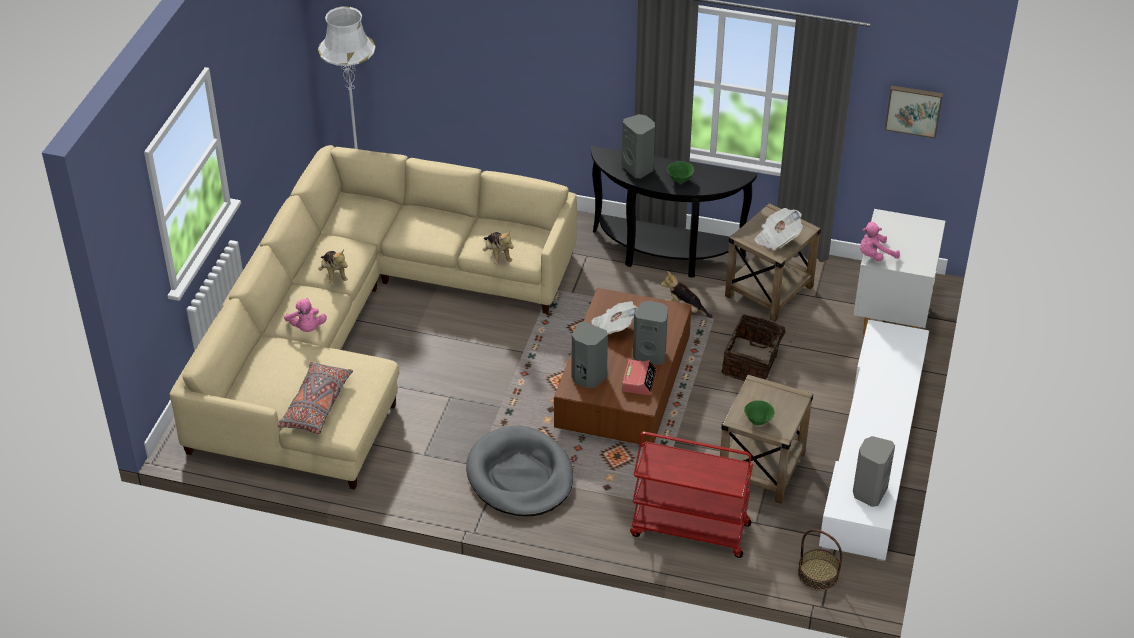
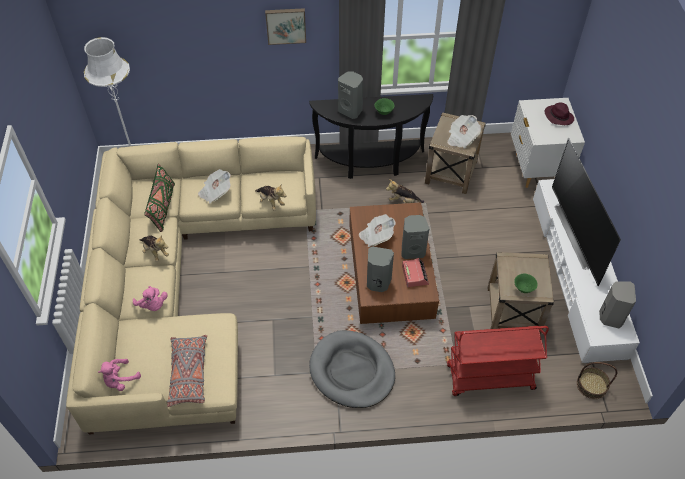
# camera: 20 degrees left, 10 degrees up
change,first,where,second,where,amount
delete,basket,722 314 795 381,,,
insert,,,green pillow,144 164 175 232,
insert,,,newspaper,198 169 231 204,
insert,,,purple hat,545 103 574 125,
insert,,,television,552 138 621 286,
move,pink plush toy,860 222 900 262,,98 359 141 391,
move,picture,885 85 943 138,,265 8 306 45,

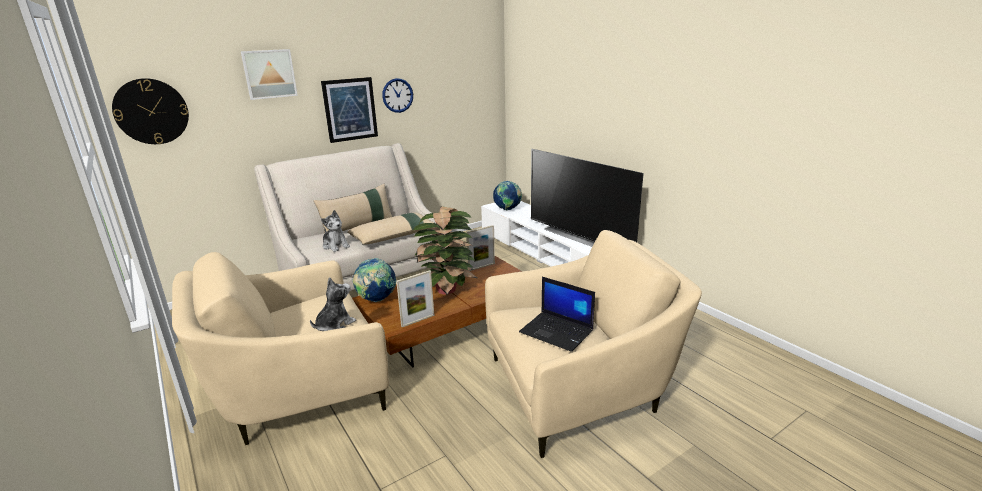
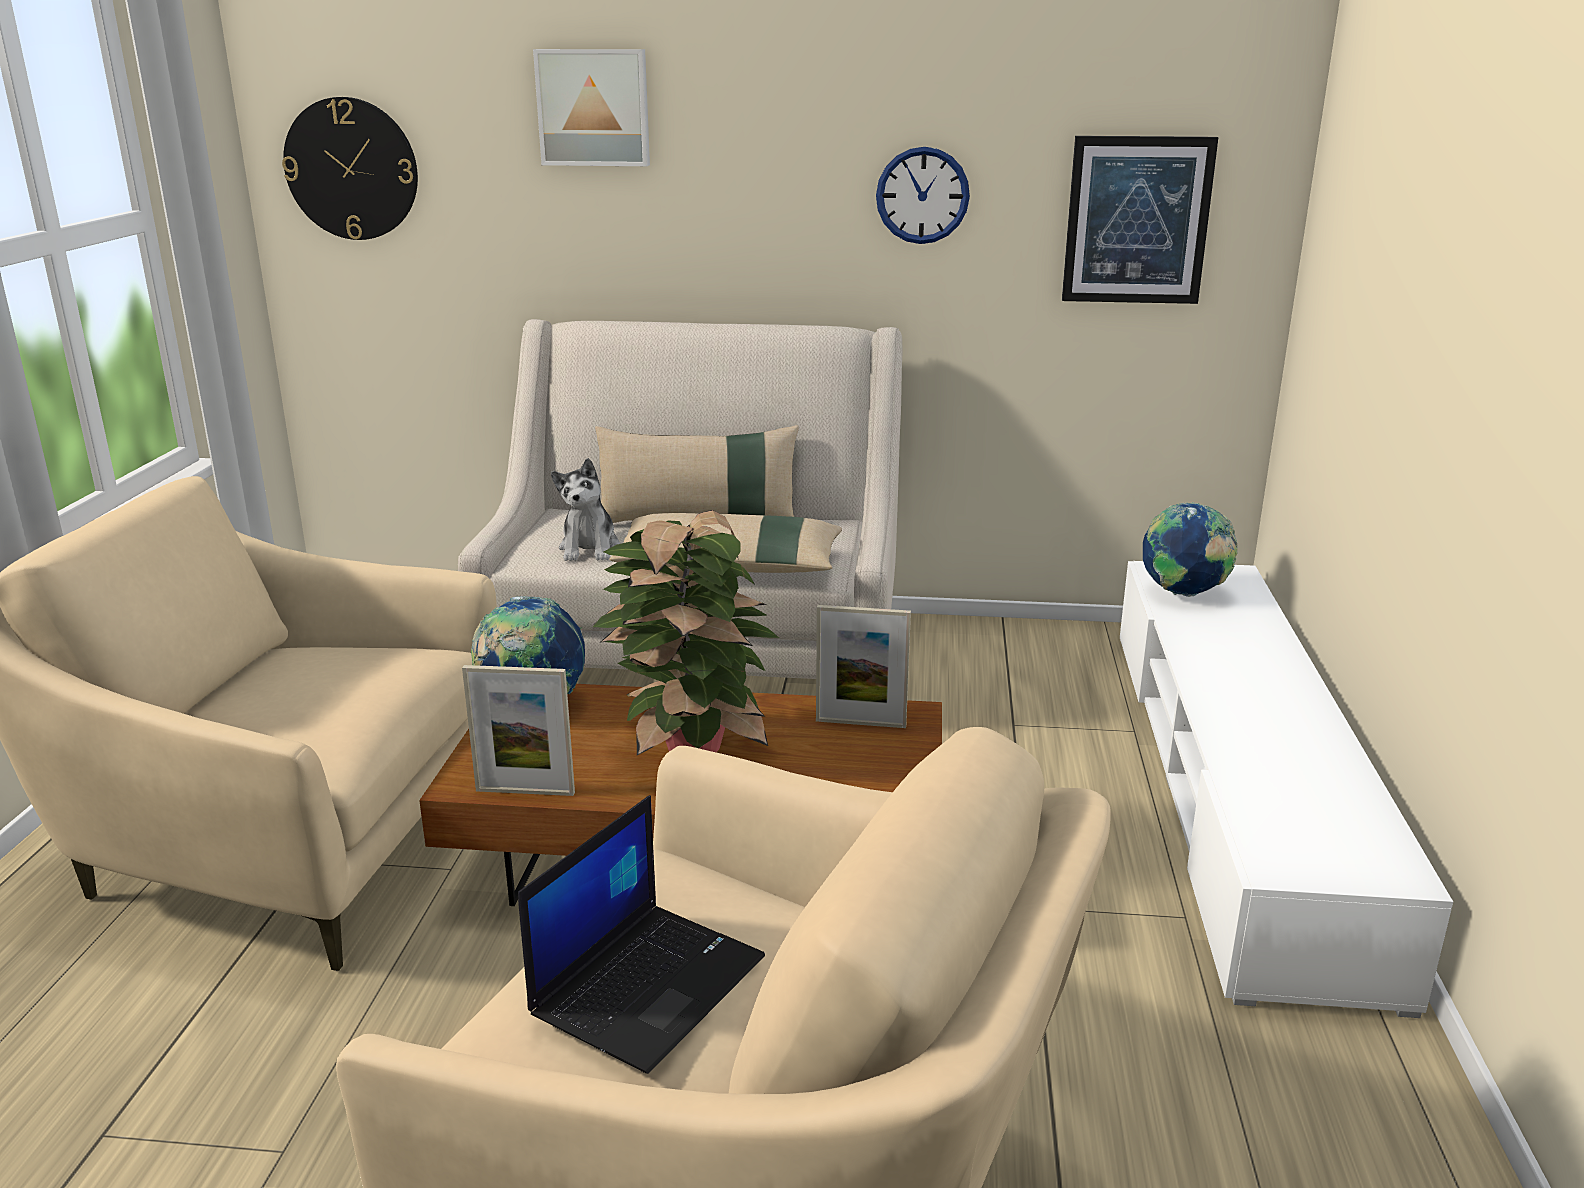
# camera: 40 degrees right, 0 degrees up
change,first,where,second,where,amount
delete,plush toy,310 277 356 331,,,
delete,television,531 149 644 247,,,
move,picture,321 77 378 143,,1062 136 1219 304,
rotate,laptop,519 277 595 352,,518 795 765 1074,135 degrees counterclockwise

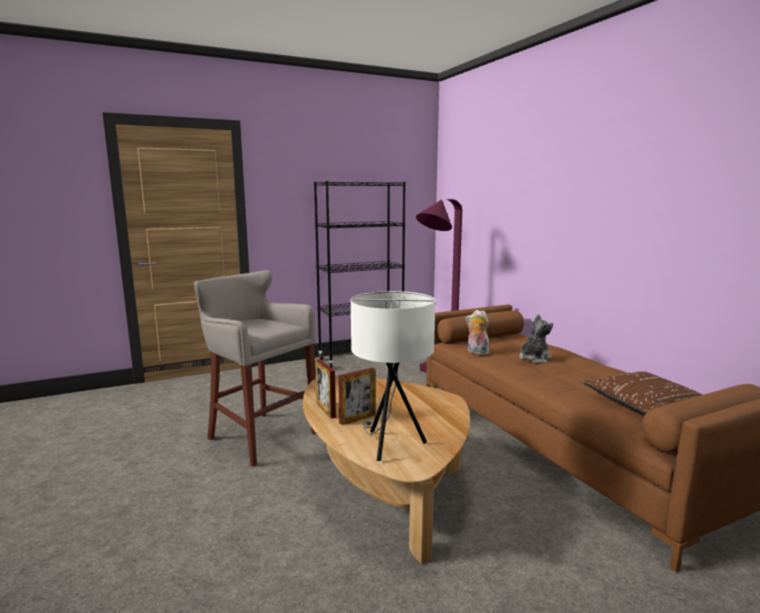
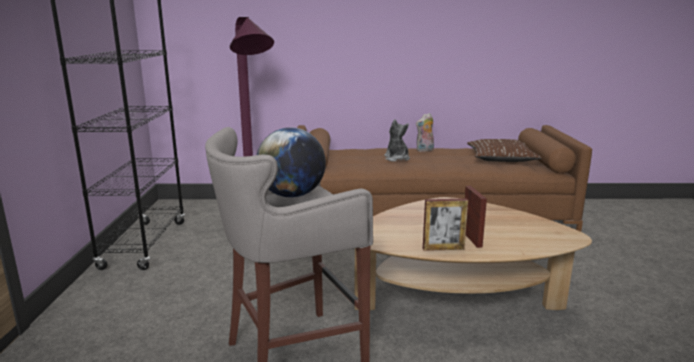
# camera: 65 degrees left, 5 degrees up
change,first,where,second,where,amount
delete,white table lamp,351 291 435 461,,,
insert,,,globe,257 127 326 198,
move,plush toy,466 310 490 355,,416 113 434 152,

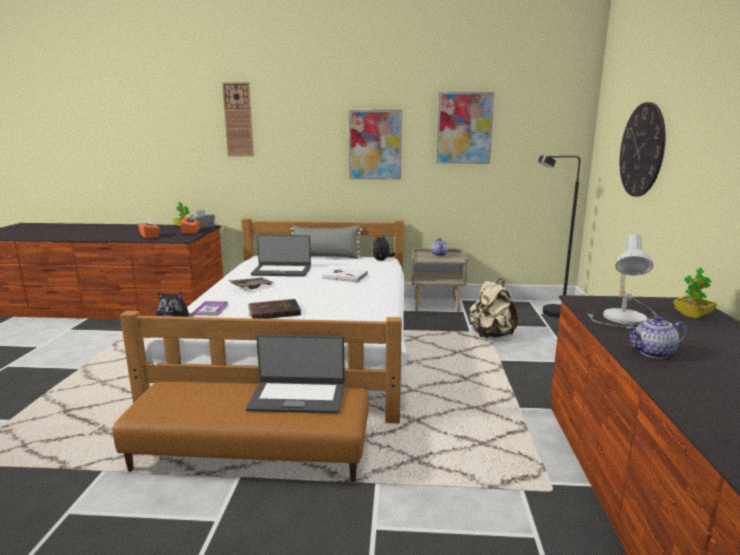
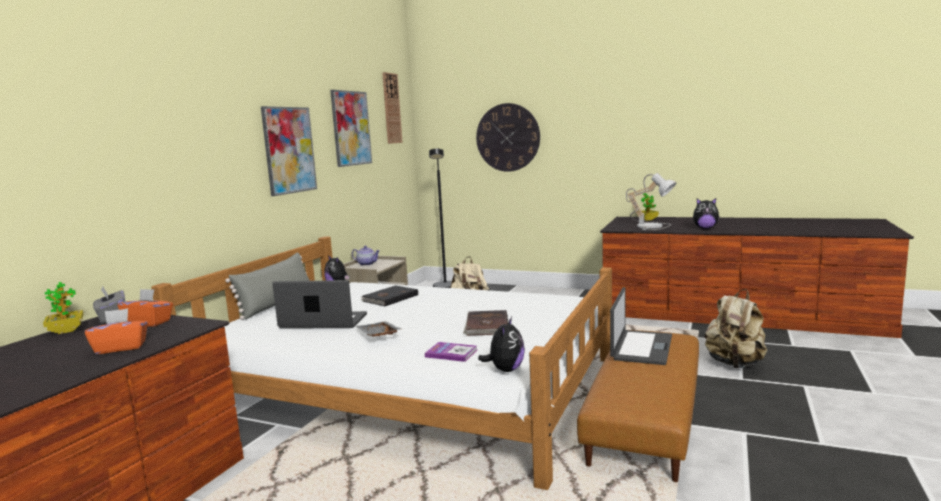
# camera: 70 degrees left, 5 degrees down
change,first,where,second,where,amount
insert,,,beige backpack,705 289 767 368,
move,wall clock,222 82 254 156,,382 72 402 144,
replace,teapot,626 316 687 359,plush toy,693 198 720 229,
recolor,white book,322 267 368 282,black book,360 285 418 306,
rotate,laptop,251 235 311 276,,272 280 367 329,105 degrees counterclockwise

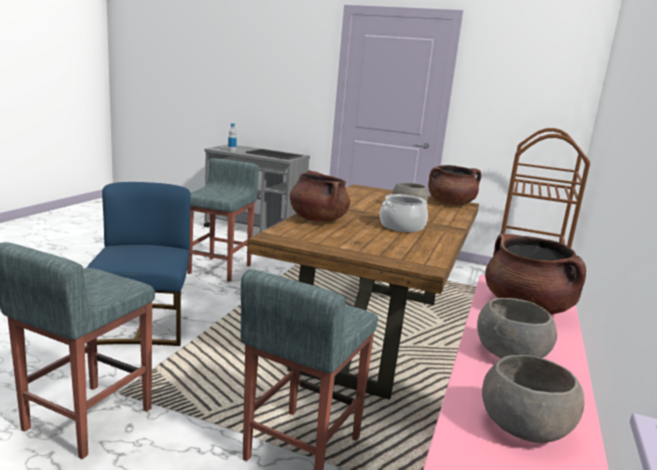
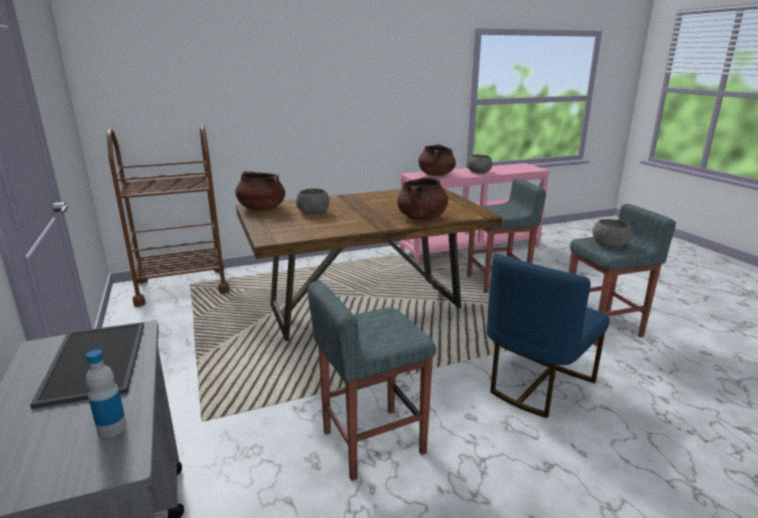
# camera: 130 degrees left, 5 degrees up
change,first,where,second,where,amount
delete,cooking pot,380 194 428 232,,,
move,grey bowl,482 355 584 443,,593 219 632 248,

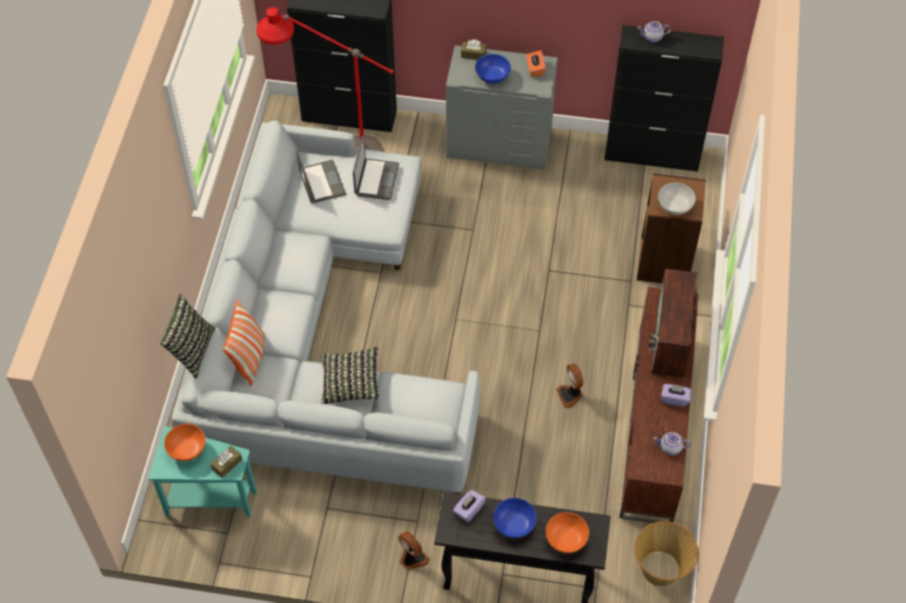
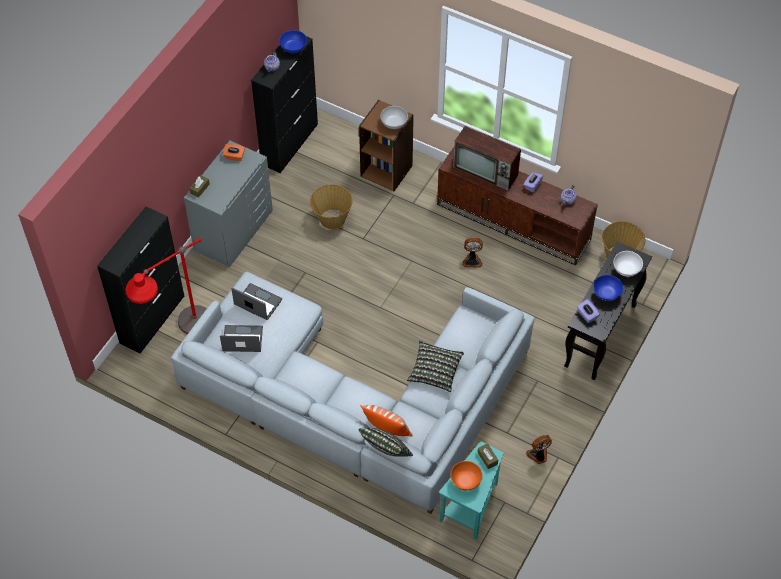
# camera: 70 degrees left, 0 degrees up
change,first,where,second,where,amount
insert,,,basket,310 185 353 229,
move,fan,399 531 430 570,,526 435 552 464,
move,blue bowl,475 54 511 84,,279 30 307 53,
recolor,orange bowl,545 512 589 553,white bowl,613 251 643 277,

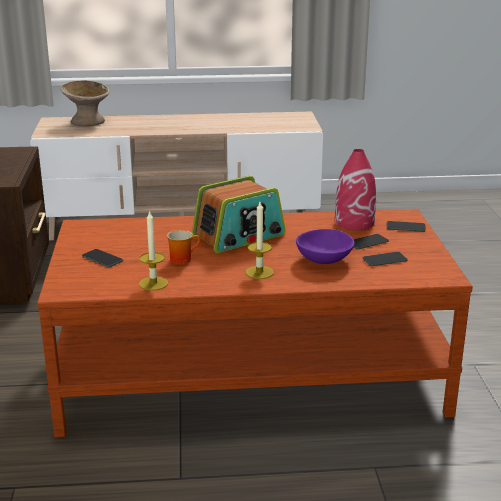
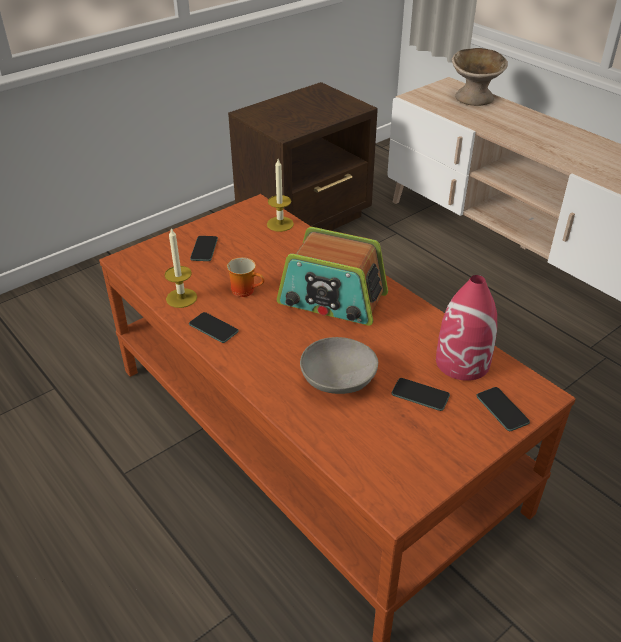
# camera: 55 degrees right, 15 degrees up
change,first,where,second,where,amount
move,candle,245 202 274 279,,267 159 294 232,
move,phone,363 252 408 266,,189 312 239 343,
recolor,purple bowl,296 229 355 264,grey bowl,300 337 378 394,

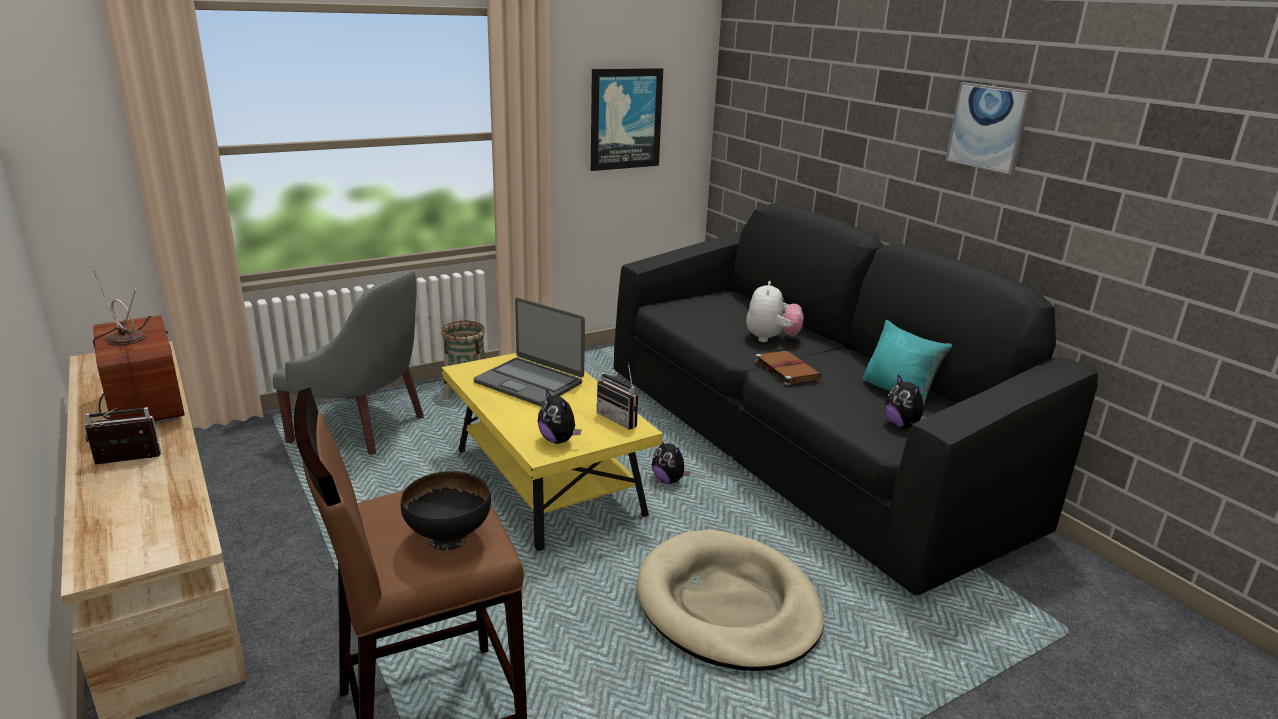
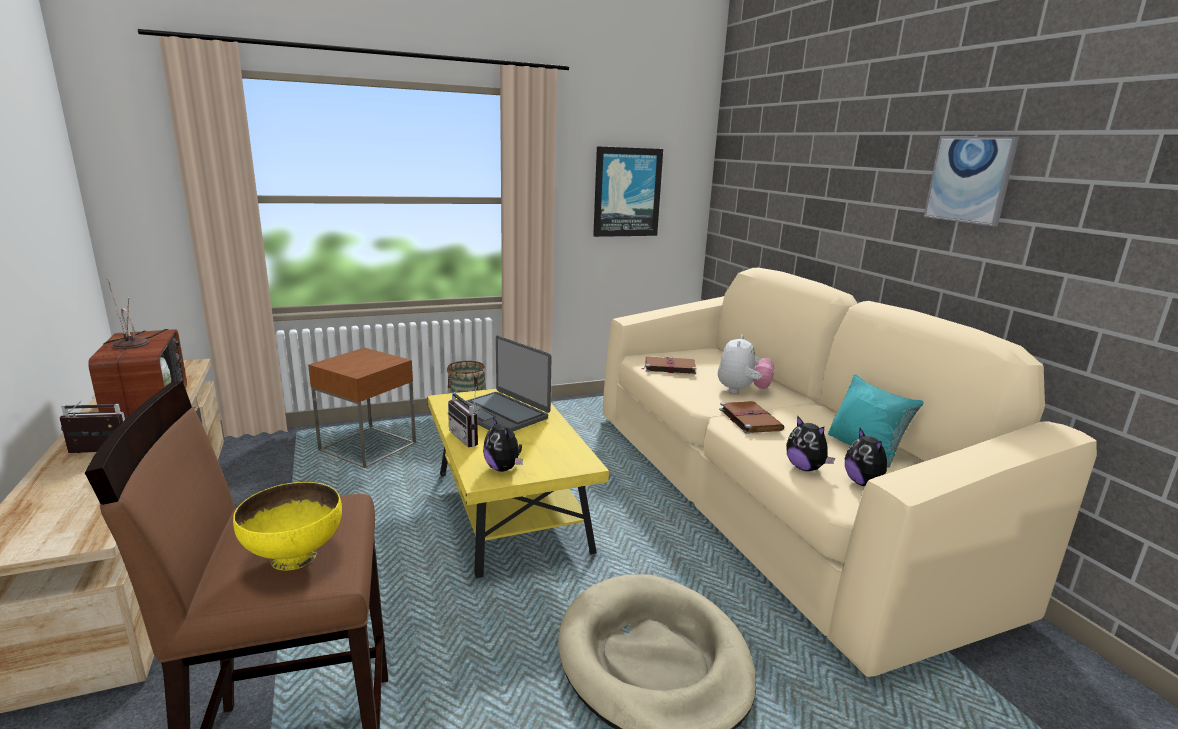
# camera: 10 degrees right, 5 degrees down
change,first,where,second,where,amount
insert,,,brown book,642 356 697 374,
move,radio,597 362 638 430,,448 384 478 447,
move,plush toy,652 441 691 484,,786 415 835 471,
replace,grey armchair,273 270 424 455,brown side table,308 348 416 468,
recolor,black bowl,401 471 491 550,yellow bowl,233 482 342 571,
recolor,black sofa,614 203 1098 596,beige sofa,602 268 1097 677,

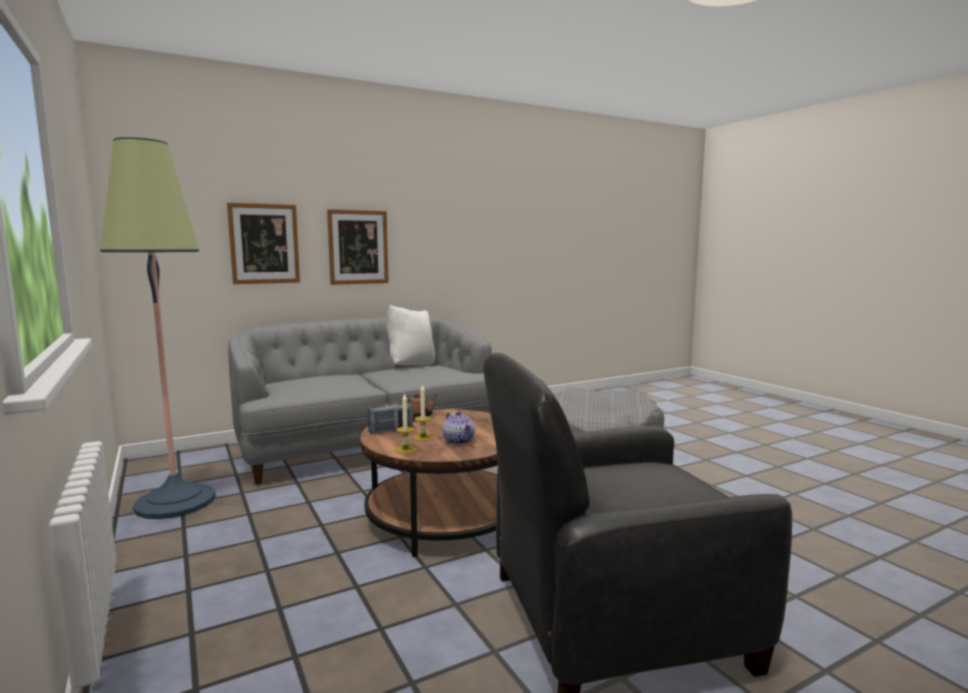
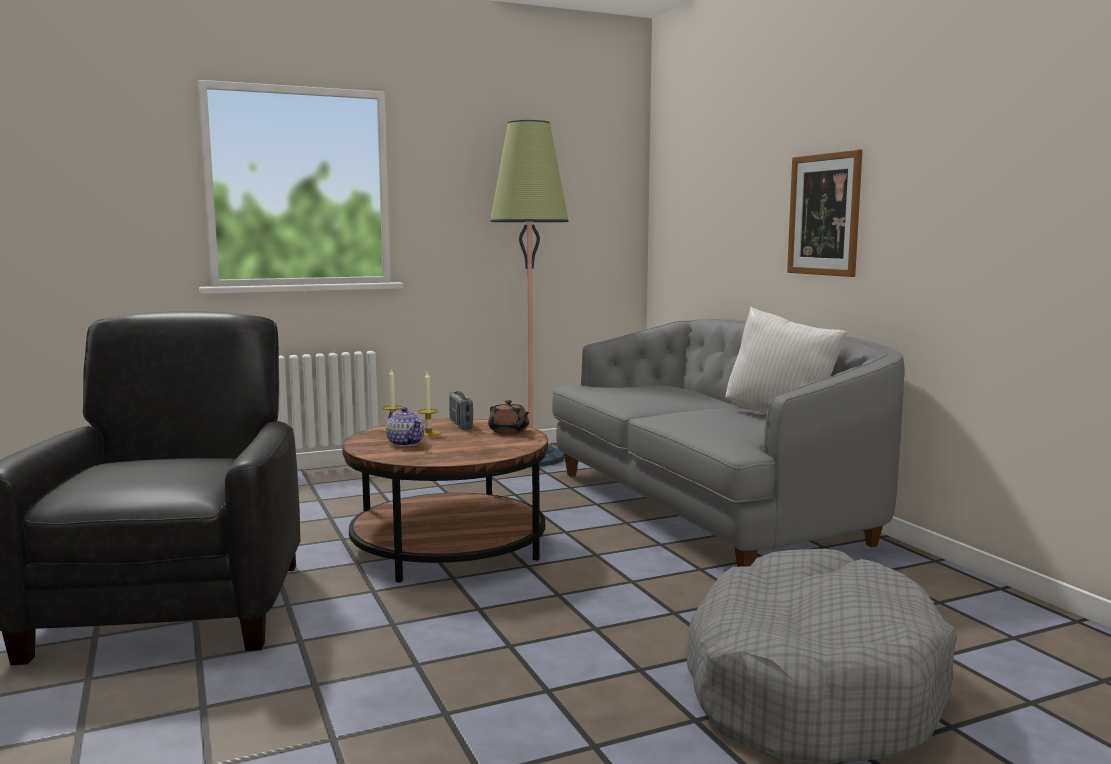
# camera: 95 degrees right, 0 degrees up
change,first,where,second,where,amount
delete,picture,227 202 300 284,,,
rotate,teapot,443 411 475 445,,386 407 424 447,105 degrees counterclockwise

